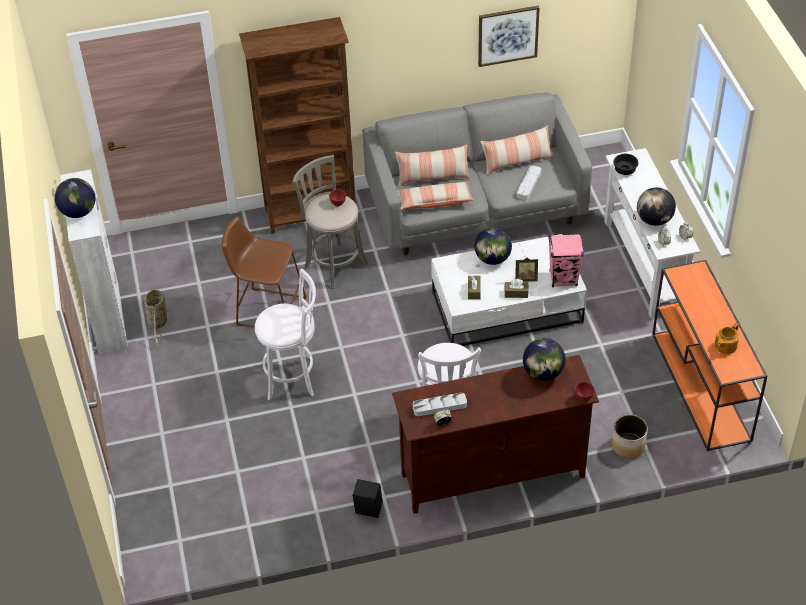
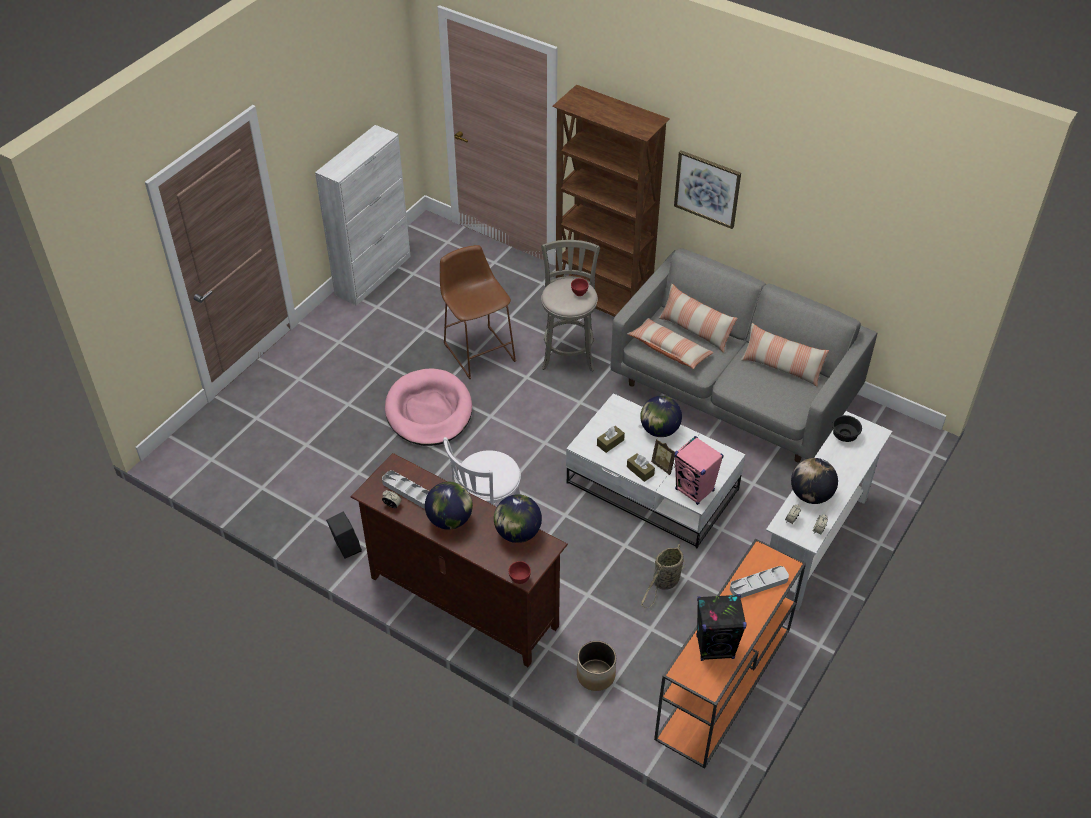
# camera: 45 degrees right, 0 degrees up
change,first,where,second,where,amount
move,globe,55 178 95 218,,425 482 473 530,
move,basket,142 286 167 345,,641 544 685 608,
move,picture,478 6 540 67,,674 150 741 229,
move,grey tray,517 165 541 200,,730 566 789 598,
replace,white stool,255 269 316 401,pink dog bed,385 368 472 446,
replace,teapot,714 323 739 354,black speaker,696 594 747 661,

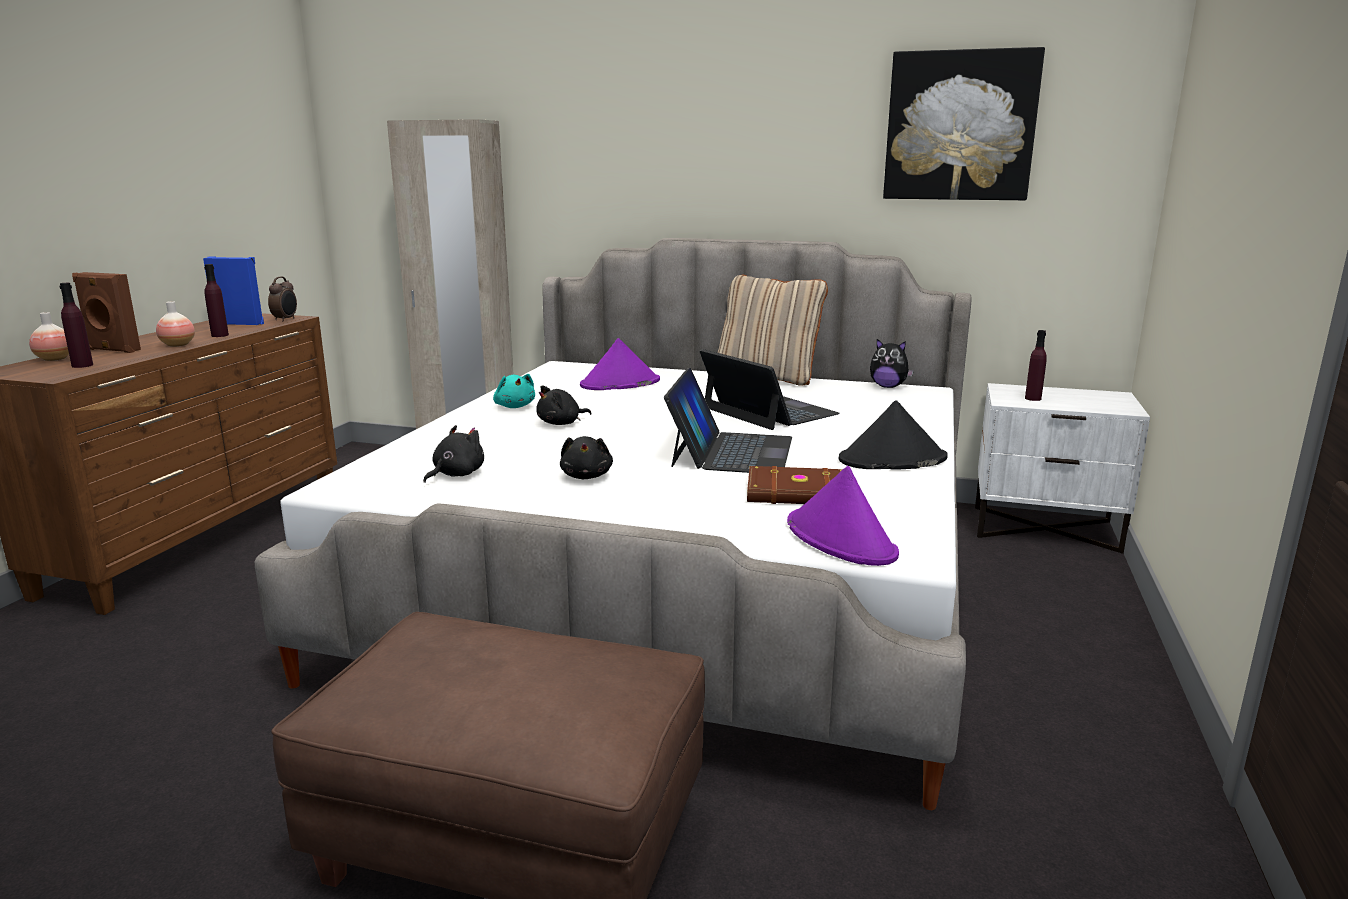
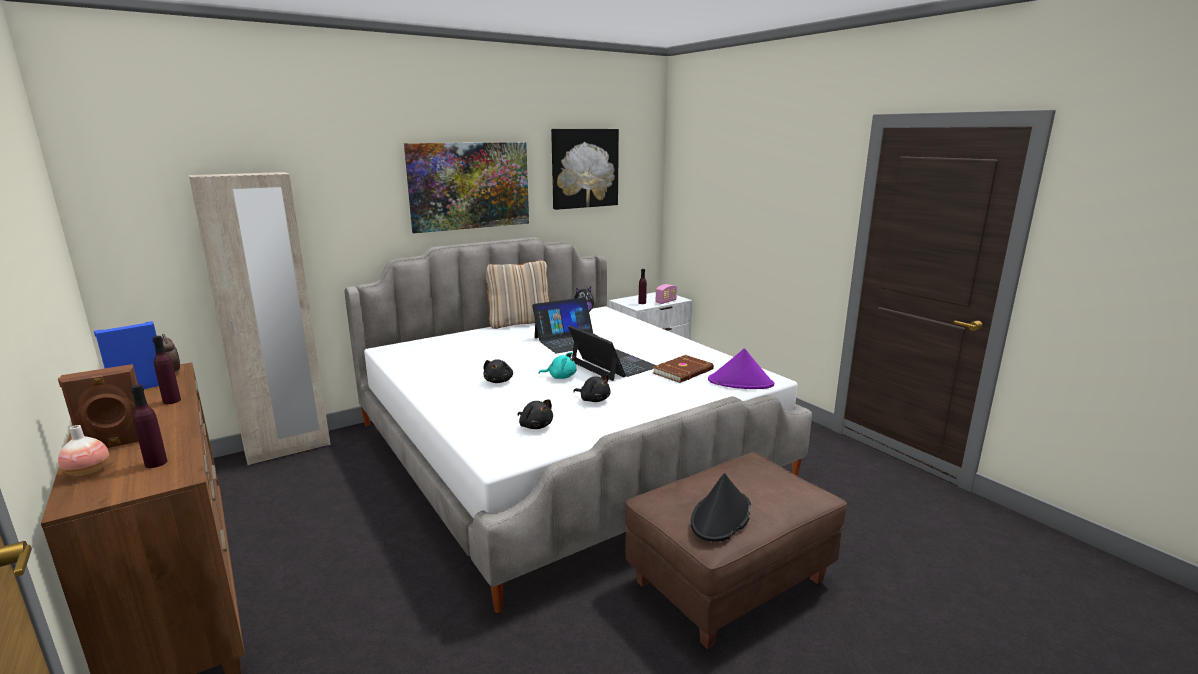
# camera: 50 degrees left, 0 degrees up
change,first,where,second,where,amount
delete,vase,156 301 195 347,,,
delete,purple hat,580 338 660 390,,,
insert,,,picture,404 142 529 233,
insert,,,radio,655 284 677 304,
move,turquoise plush toy,493 374 535 408,,538 352 577 379,
move,black hat,839 400 948 470,,691 473 751 542,
rotate,black plush toy,423 425 484 483,,518 399 553 429,150 degrees clockwise
rotate,laptop,700 349 839 430,,532 297 599 353,150 degrees clockwise

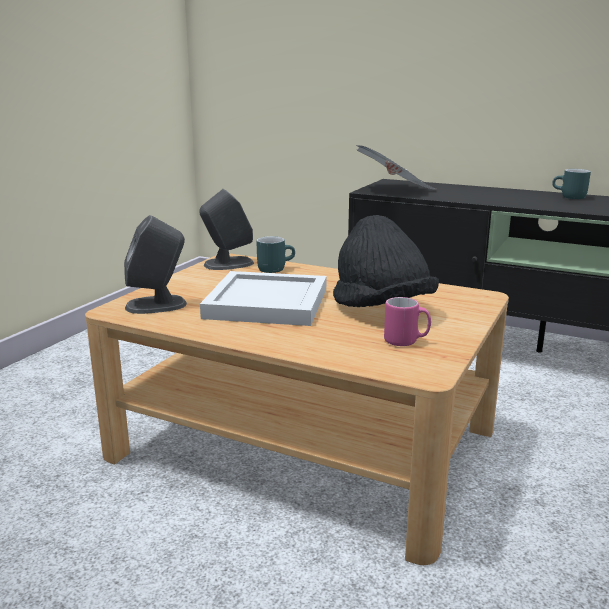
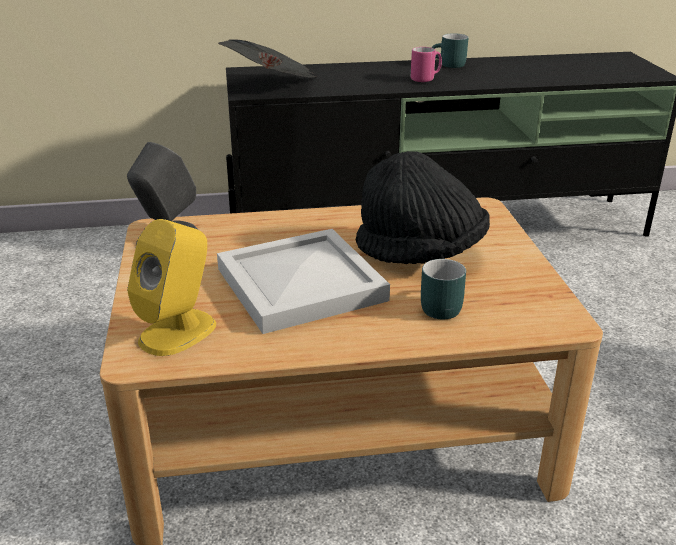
# camera: 35 degrees left, 10 degrees up
change,first,where,second,where,amount
move,turquoise mug,256 236 295 273,,421 259 466 319,
move,pink mug,384 297 431 346,,411 47 442 82,
recolor,grey speaker,124 215 187 314,yellow speaker,127 219 216 356,

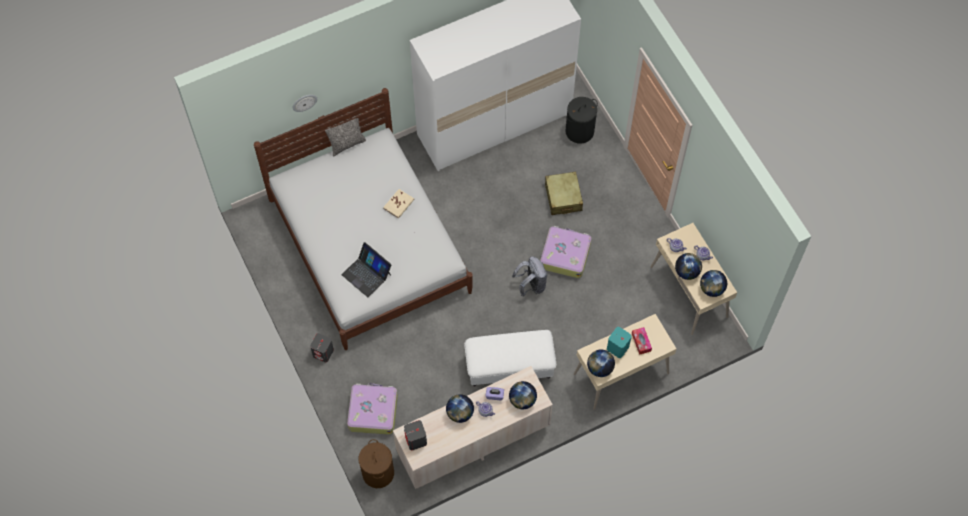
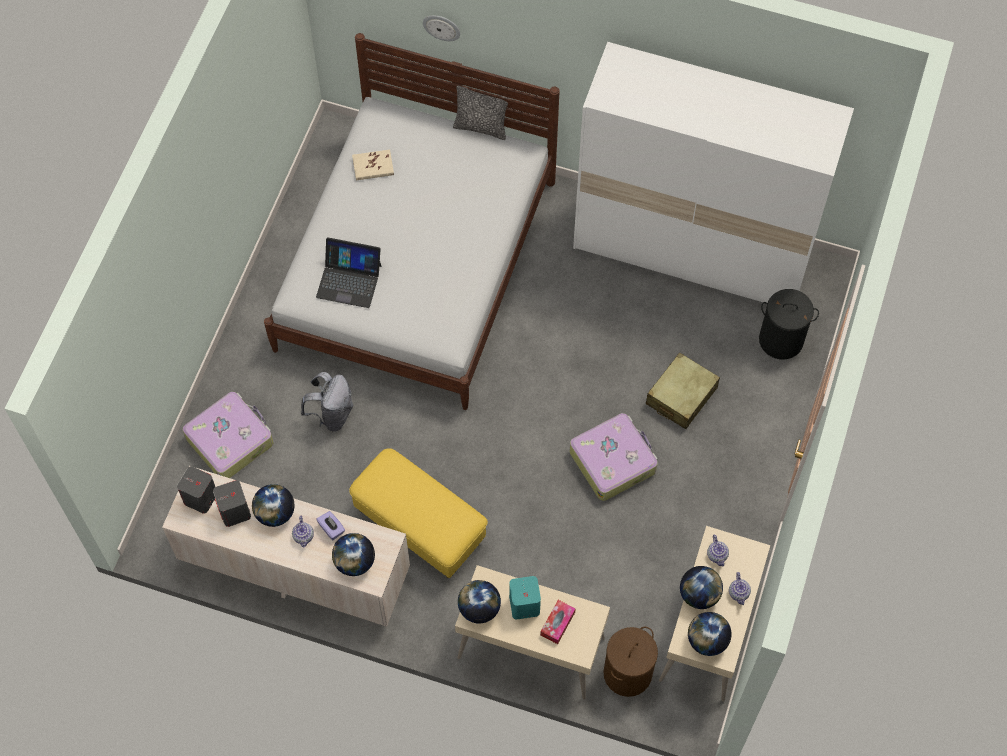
# camera: 45 degrees right, 0 degrees up
change,first,where,second,where,amount
move,grey speaker,310 333 334 362,,213 480 251 527,
move,brown laundry basket,359 439 394 488,,603 627 658 697,
move,beige book,383 189 414 219,,352 149 394 181,
move,grey backpack,512 256 548 297,,301 372 353 431,
recolor,white ottoman,464 330 556 387,yellow ottoman,349 448 488 578,
rotate,laptop,341 242 391 297,,316 237 381 308,75 degrees counterclockwise

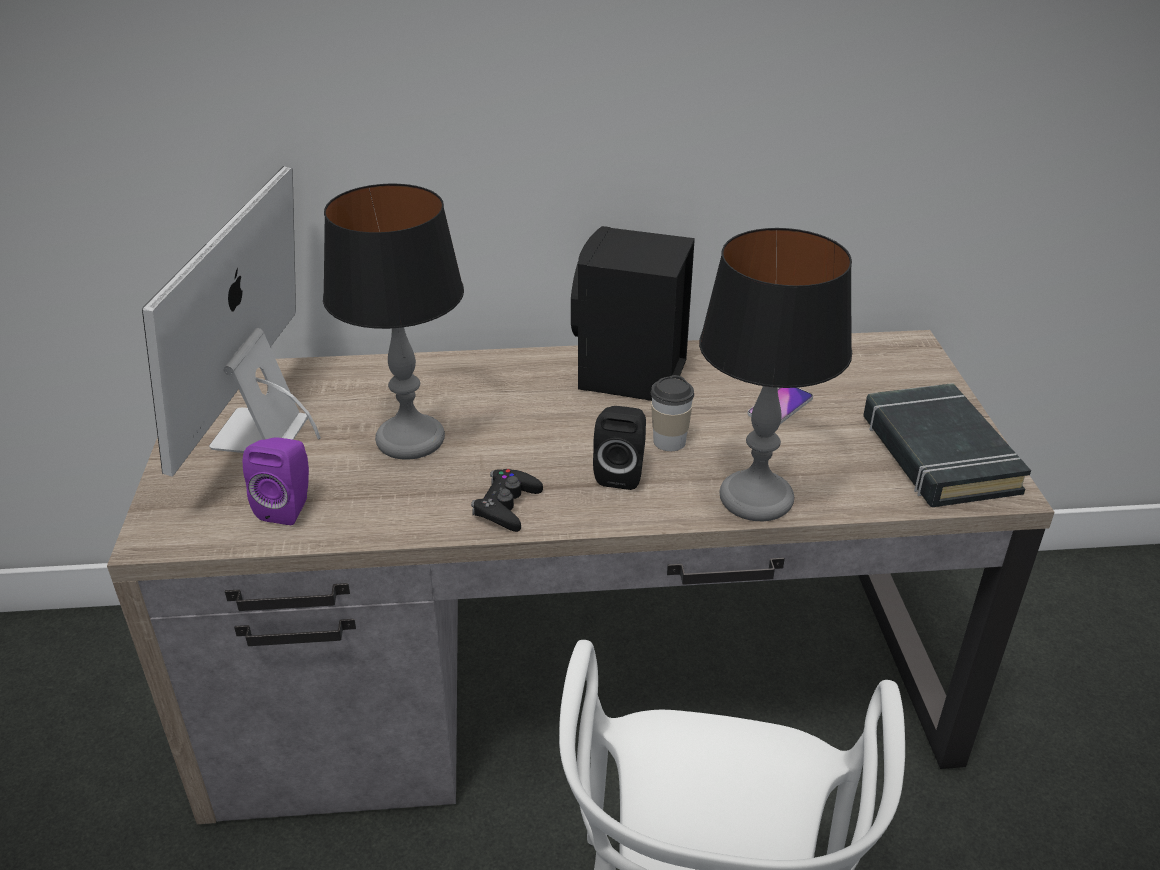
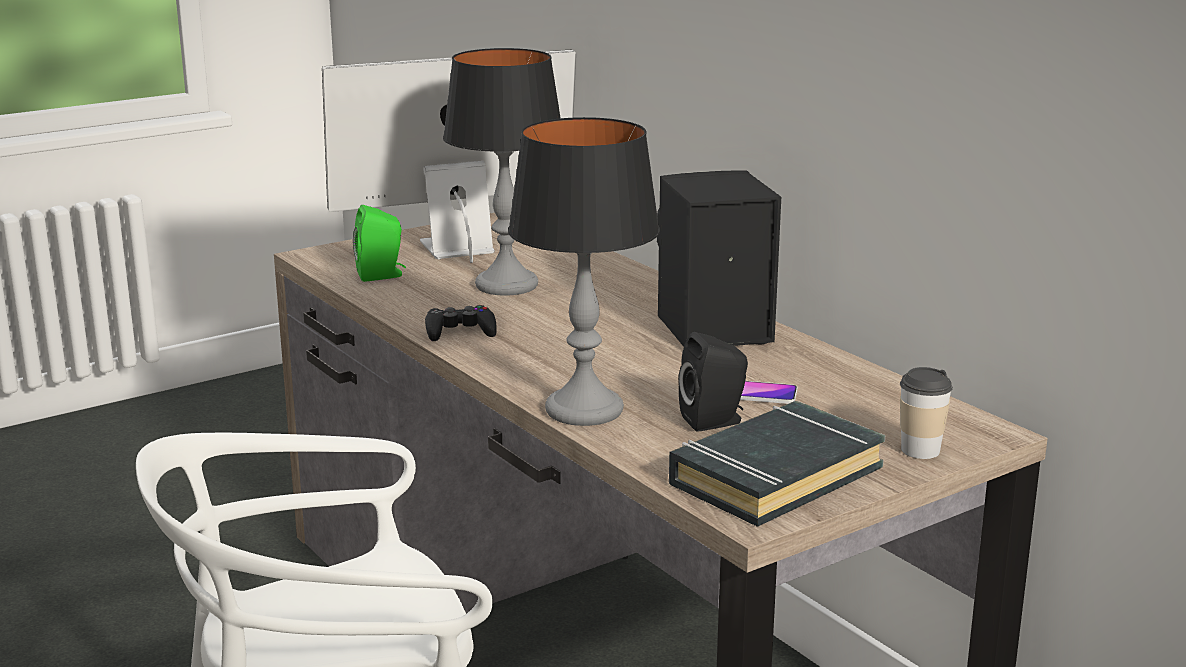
# camera: 60 degrees right, 15 degrees down
change,first,where,second,where,amount
move,black speaker,593 406 646 490,,679 332 748 432,
move,cup,651 375 694 451,,900 367 953 459,
recolor,purple speaker,243 437 309 525,green speaker,353 205 406 282,

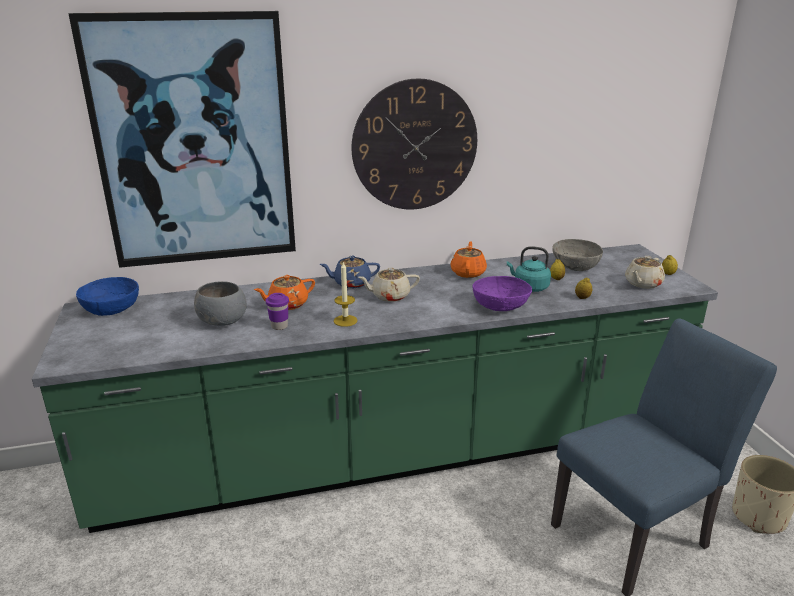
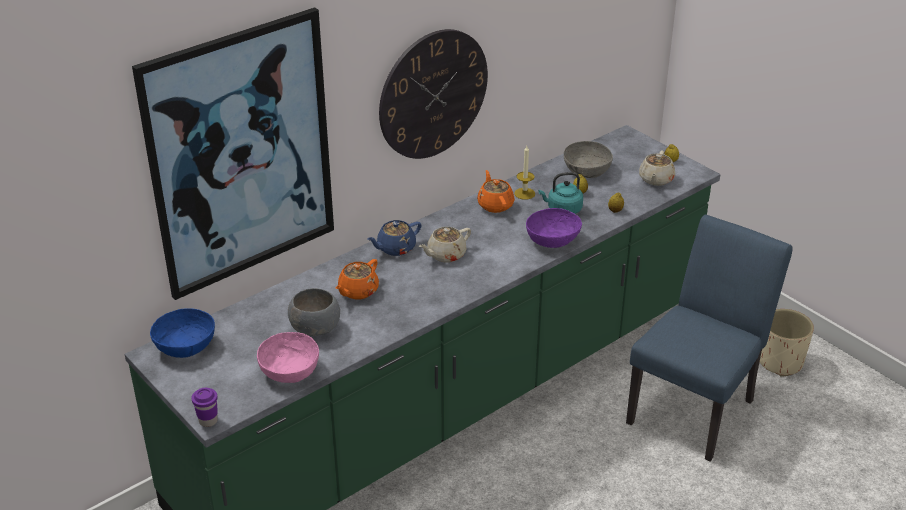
# camera: 25 degrees left, 10 degrees up
change,first,where,second,where,amount
insert,,,pink bowl,257 332 319 383,
move,purple cup,266 293 289 330,,191 388 218 427,
move,candle,334 262 357 327,,514 146 535 200,

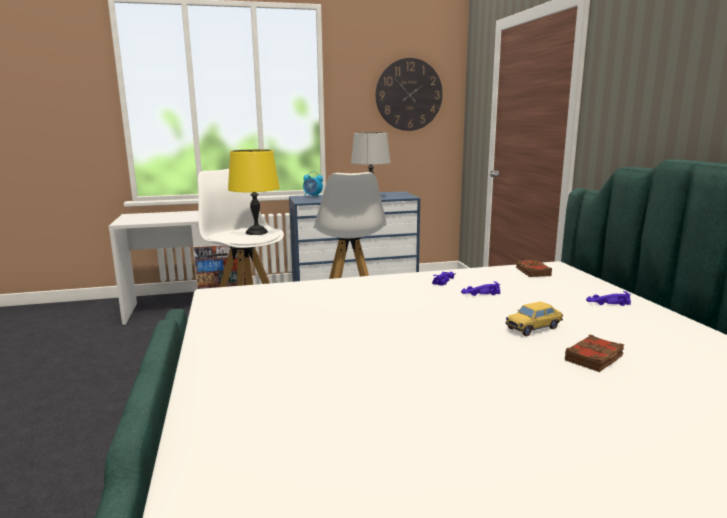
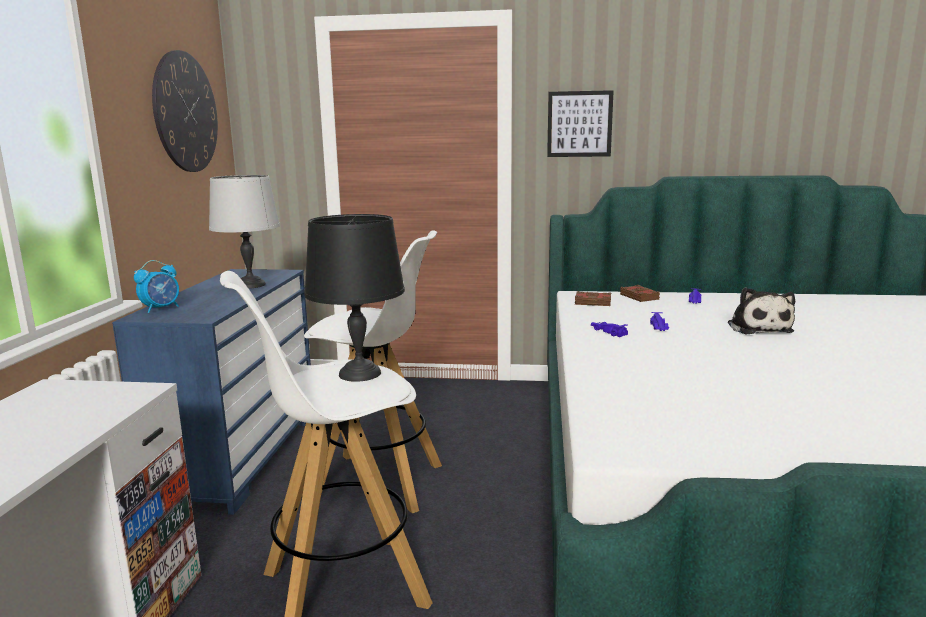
# camera: 70 degrees left, 0 degrees up
change,first,where,second,where,amount
insert,,,picture,547 90 614 157,
move,brown book,565 334 624 372,,620 285 660 302,
replace,toy car,506 302 563 336,plush toy,728 287 795 334,
recolor,yellow table lamp,228 149 280 235,black table lamp,304 214 405 382,

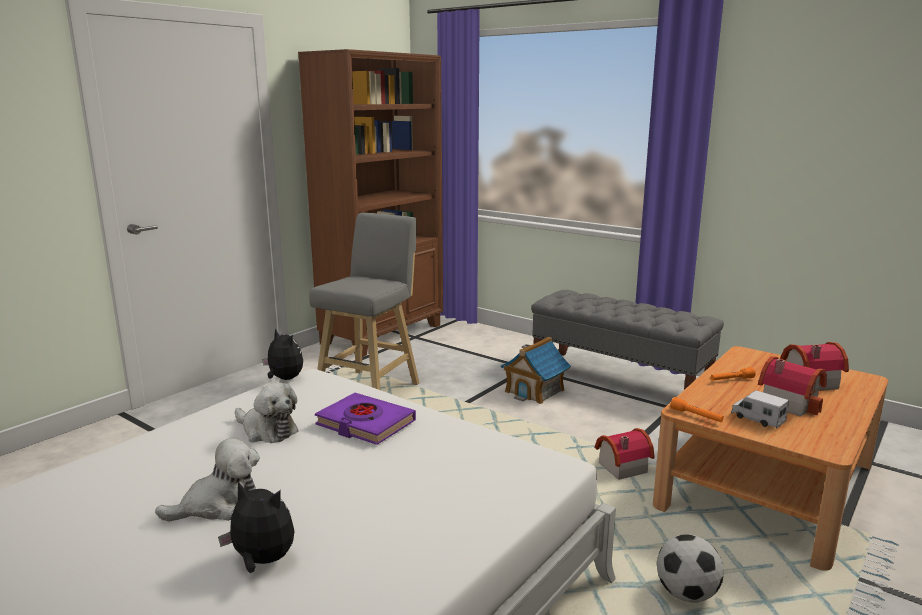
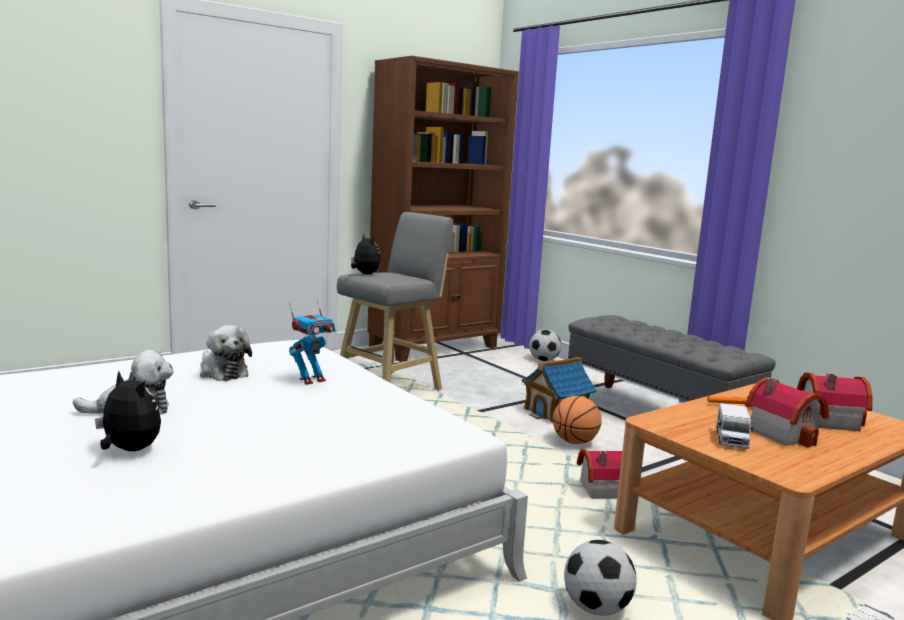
# camera: 15 degrees right, 5 degrees down
change,first,where,second,where,amount
delete,orange flashlight,670 397 724 422,,,
insert,,,football,529 329 561 361,
insert,,,basketball,552 396 602 444,
move,plush toy,262 329 303 380,,351 235 381 274,
replace,purple book,315 393 416 445,toy robot,289 300 336 385,
rotate,toy truck,731 390 789 429,,716 403 754 449,135 degrees counterclockwise

